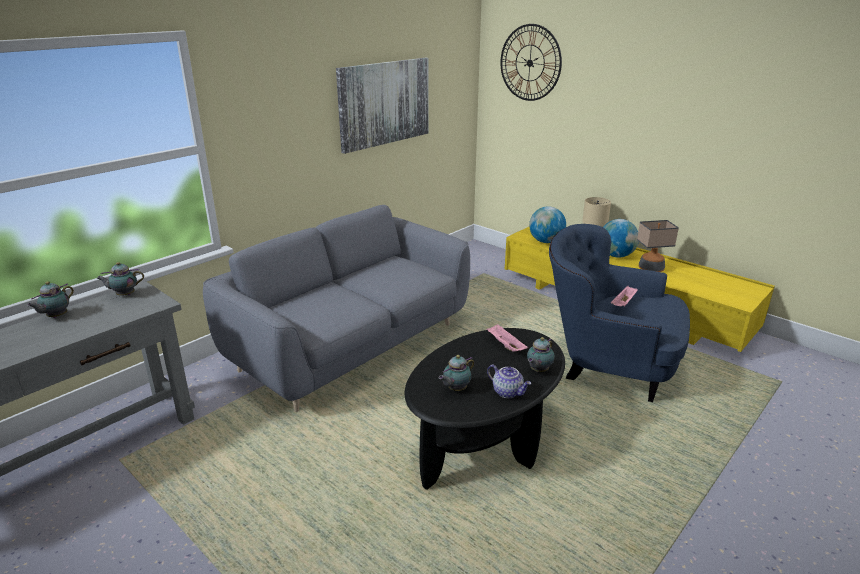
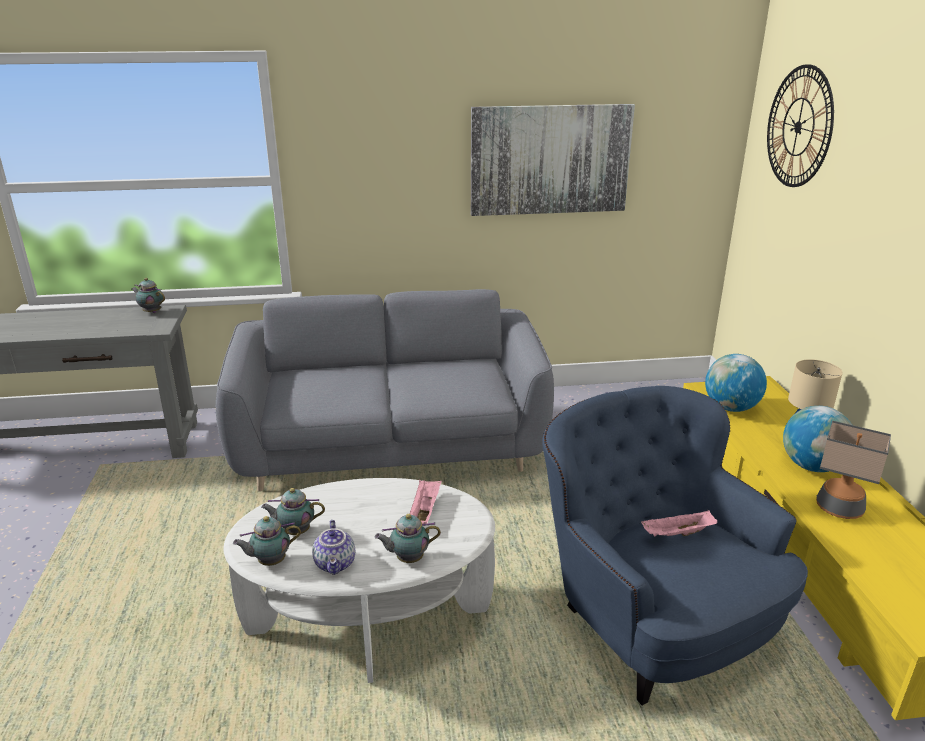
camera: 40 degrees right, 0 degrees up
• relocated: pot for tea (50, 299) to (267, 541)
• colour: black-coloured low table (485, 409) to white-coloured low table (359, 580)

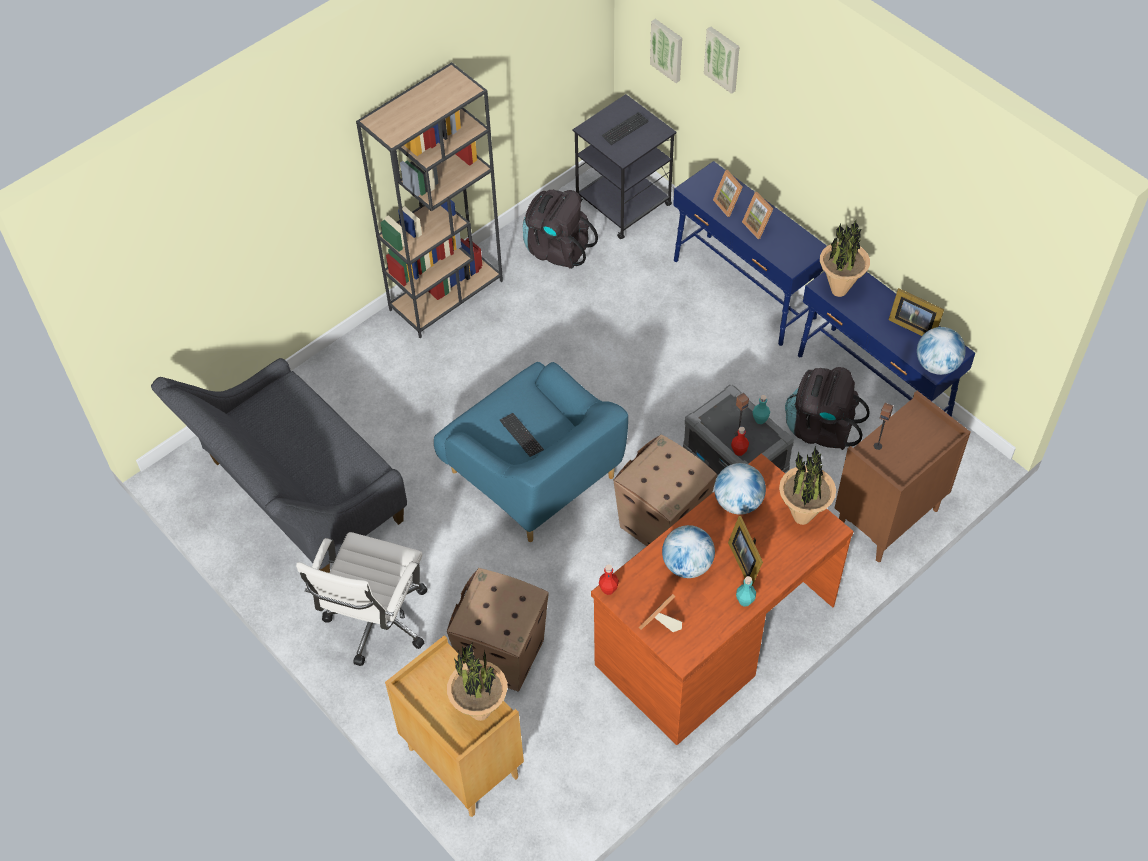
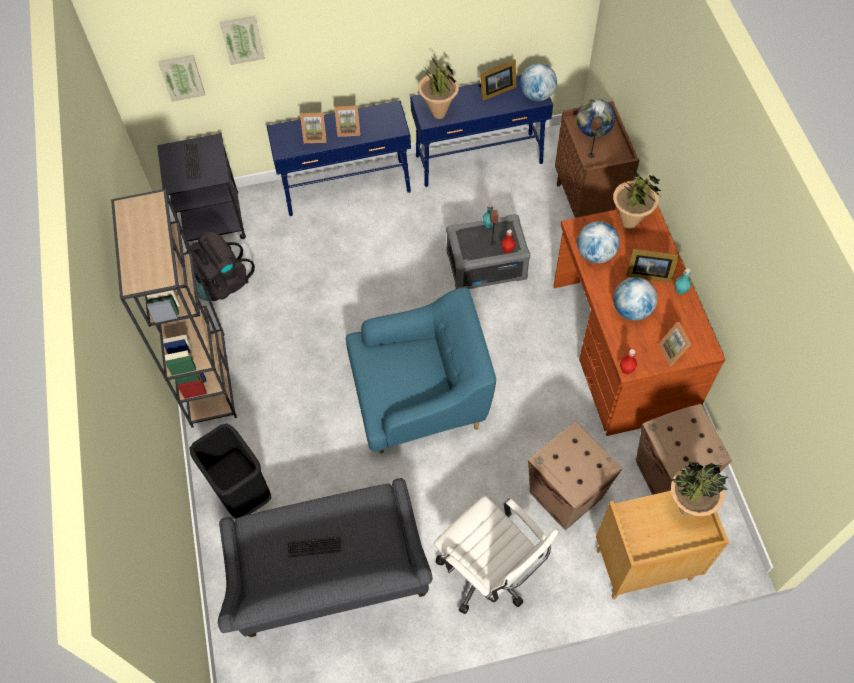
camera: 60 degrees left, 5 degrees up
• missing: black-coloured backpack (827, 408)
• appeared: black-coloured waste bin (230, 471)
• appeared: globe (595, 118)
• relocated: computer keyboard (522, 435) to (314, 546)
• relocated: cardboard box (665, 490) to (683, 449)

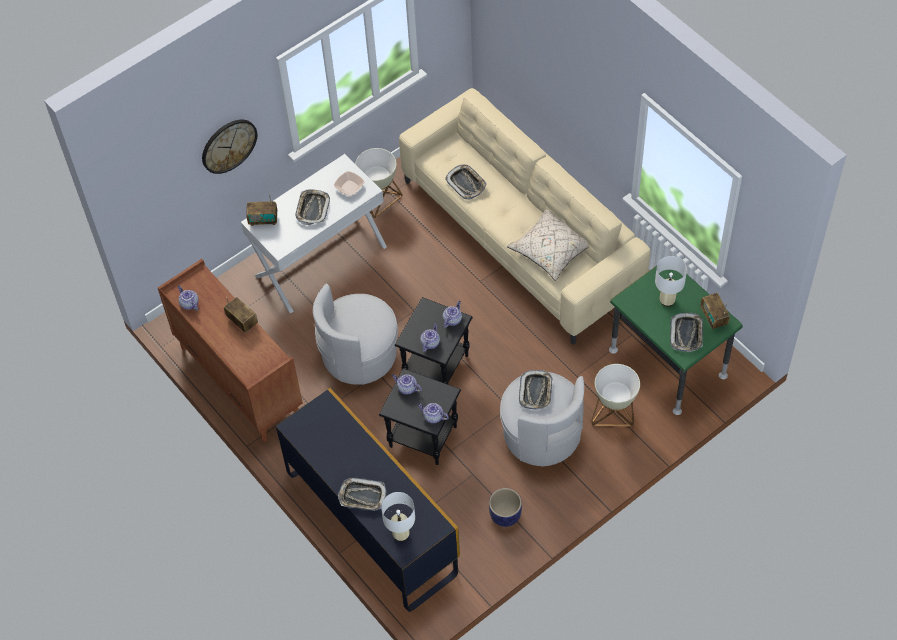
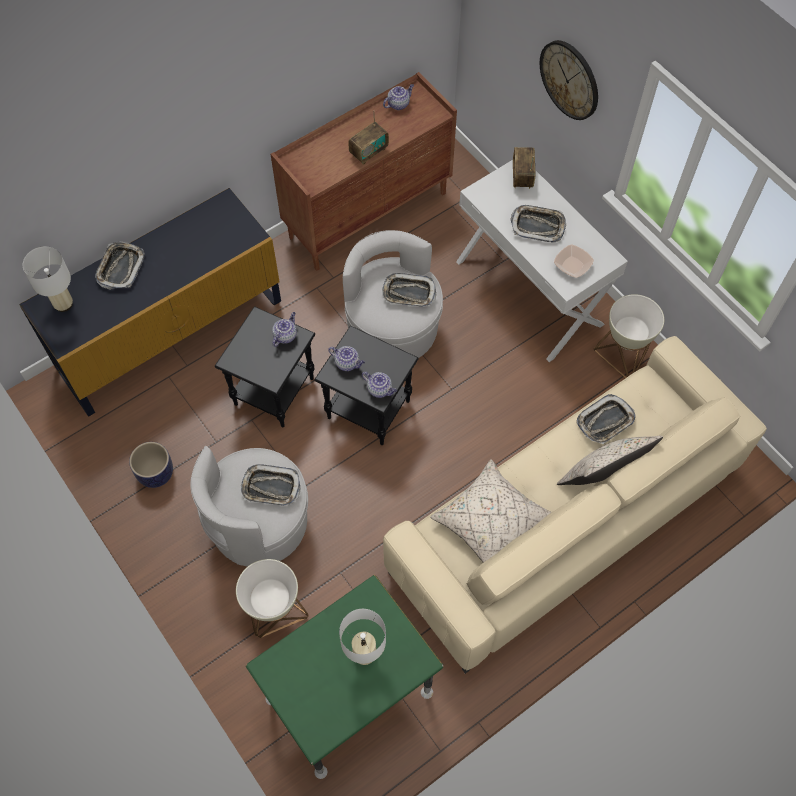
camera: 90 degrees right, 5 degrees up
• missing: pot for tea (433, 413)
• missing: radio receiver (715, 311)
• appeared: beige pillow (610, 460)
• relocated: tray (686, 332) to (409, 290)

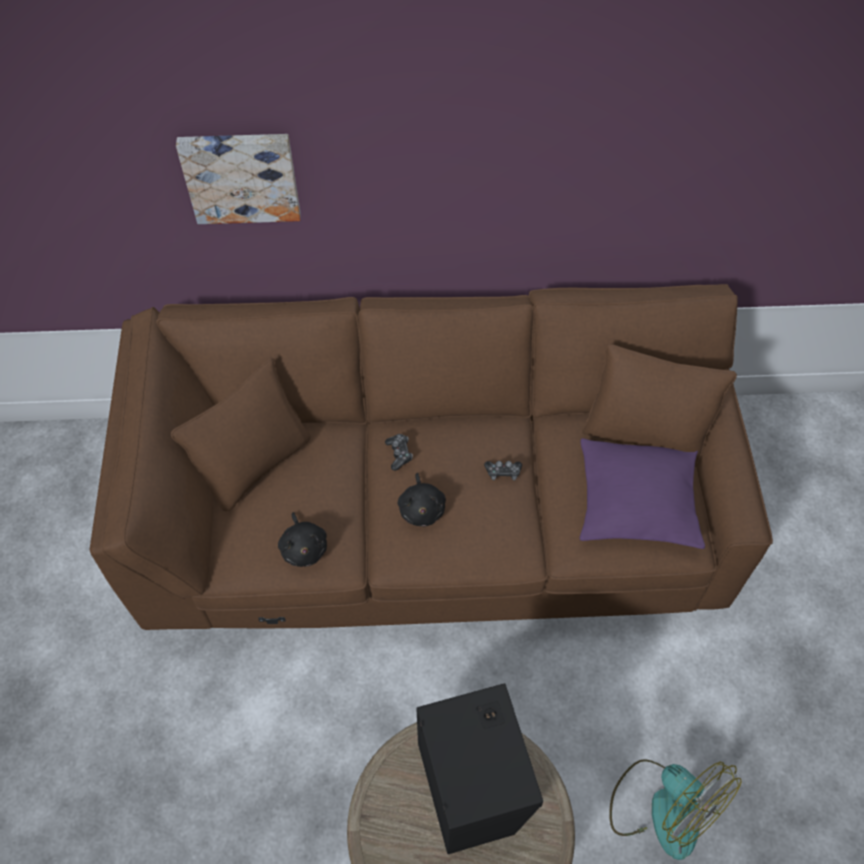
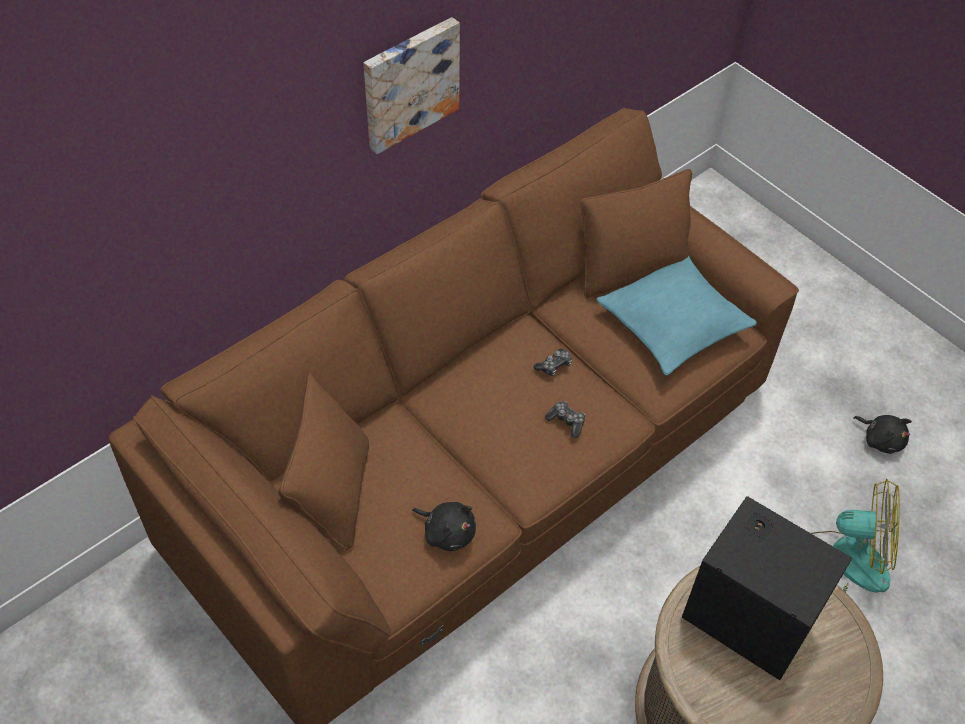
camera: 40 degrees left, 5 degrees down
• relocated: wall art (238, 179) to (412, 85)
• relocated: gamepad (399, 452) to (565, 419)
• relocated: black-coloured cuddly toy (422, 500) to (882, 434)
• colour: purple-coloured pillow (642, 493) to turquoise-coloured pillow (677, 315)

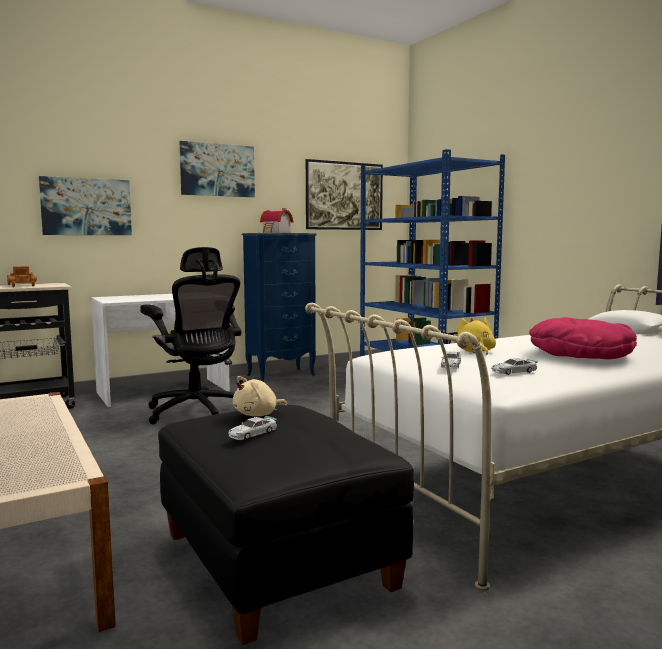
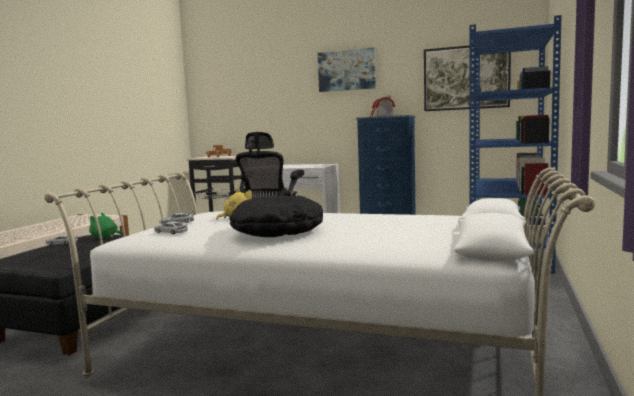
camera: 50 degrees right, 0 degrees up
• missing: wall art (85, 205)
• colour: beige cuddly toy (260, 396) to greenish cuddly toy (107, 225)
• colour: pink pillow (583, 338) to black-coloured pillow (276, 216)

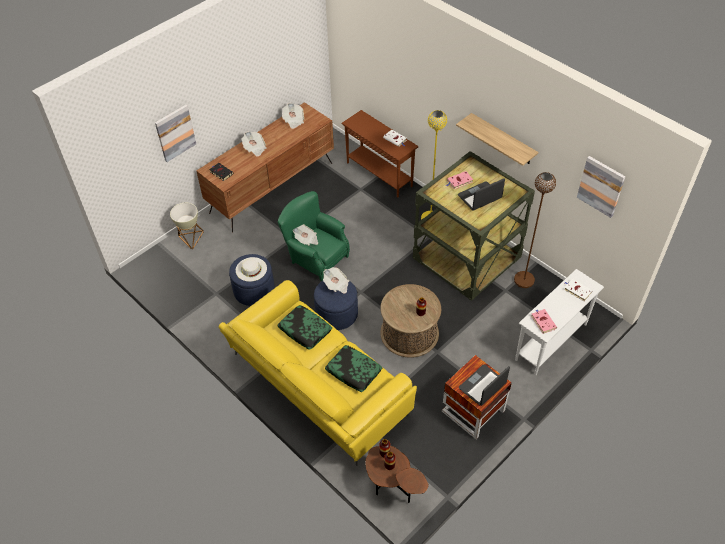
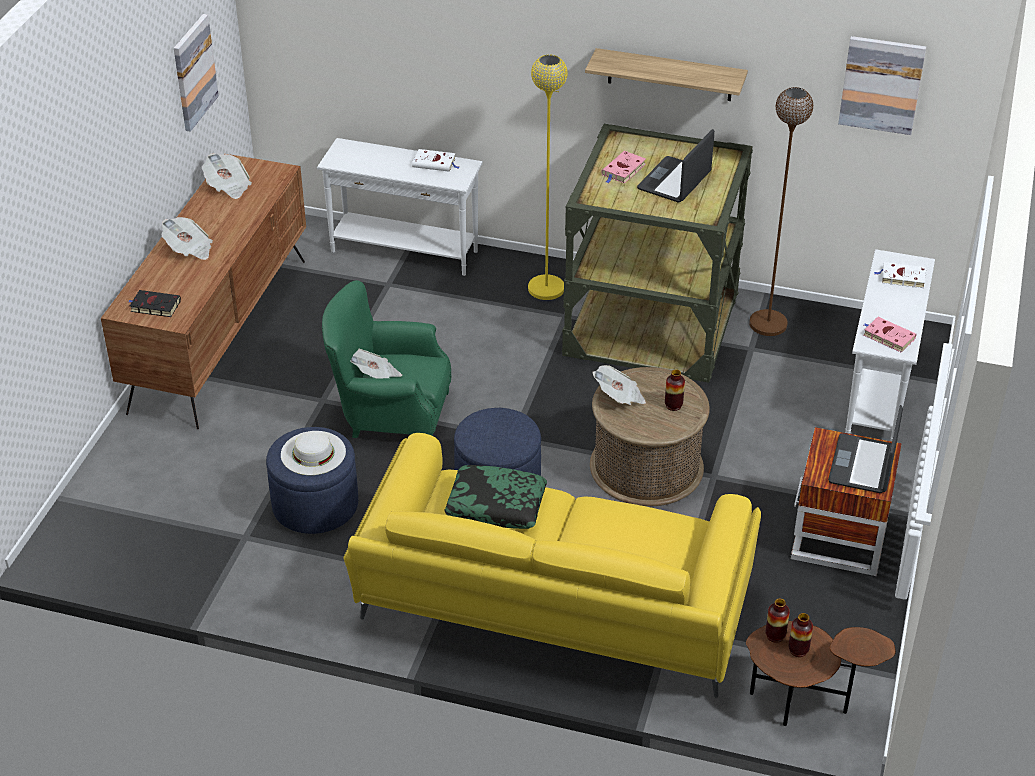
camera: 30 degrees left, 10 degrees down
• missing: flower pot (187, 226)
• missing: pillow (353, 368)
• relocated: wall art (175, 133) to (196, 73)
• relocated: printed paper (336, 280) to (619, 385)
• colour: brownish console table (380, 154) to white-coloured console table (400, 207)

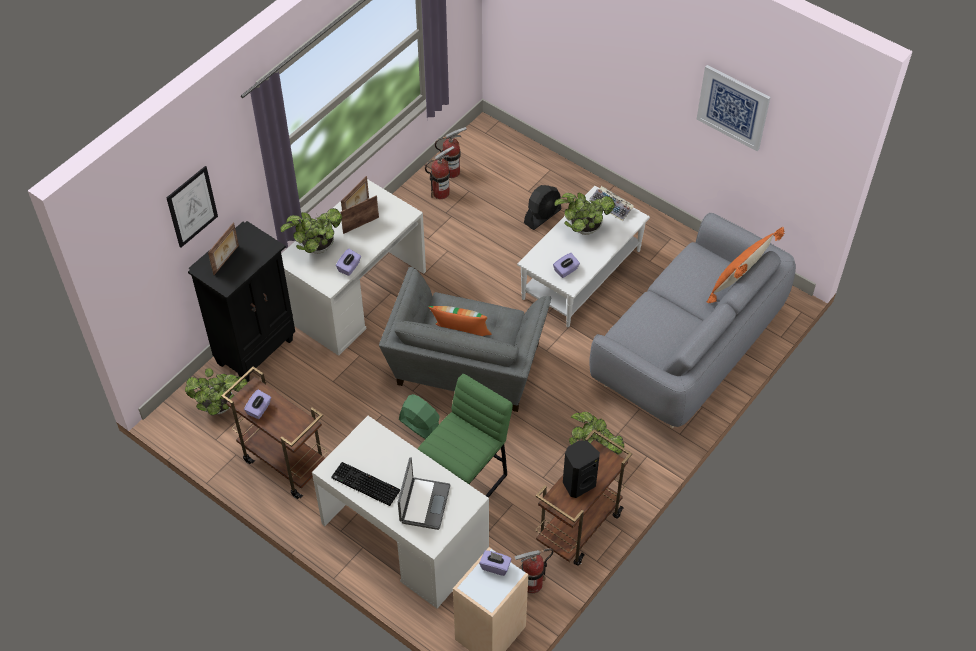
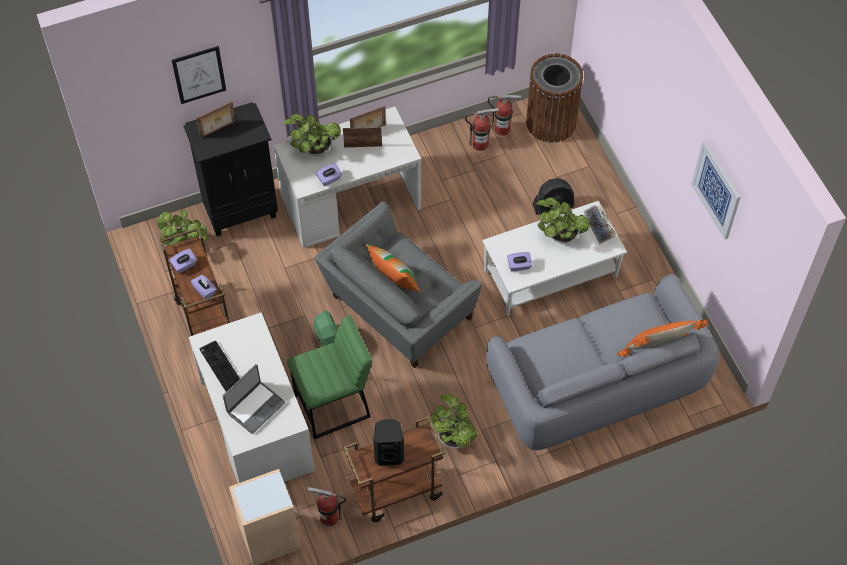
camera: 30 degrees right, 5 degrees up
• appeared: brownish waste bin (554, 98)
• relocated: purple-coloured tissue holder (495, 563) to (204, 287)

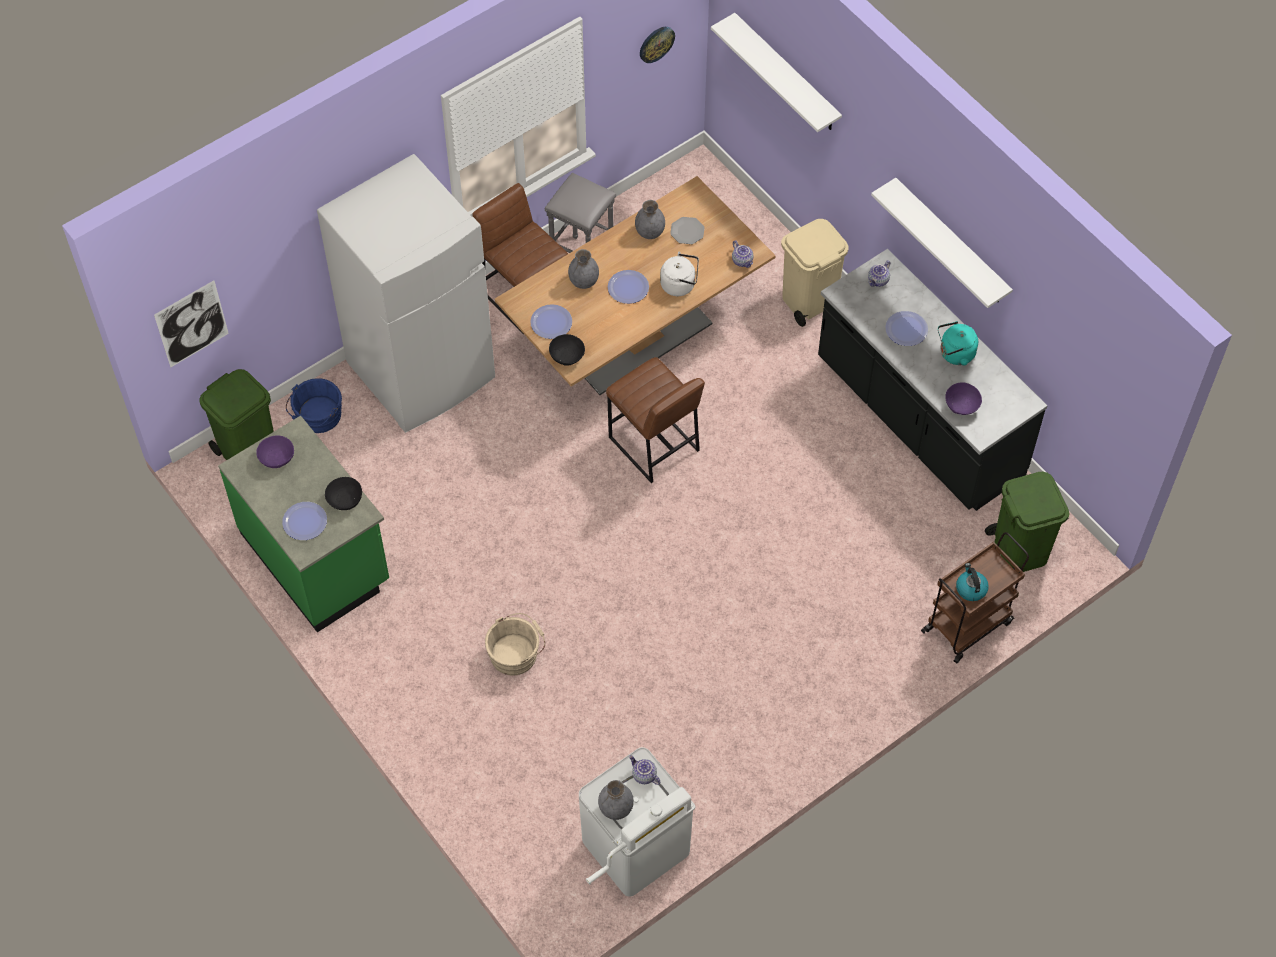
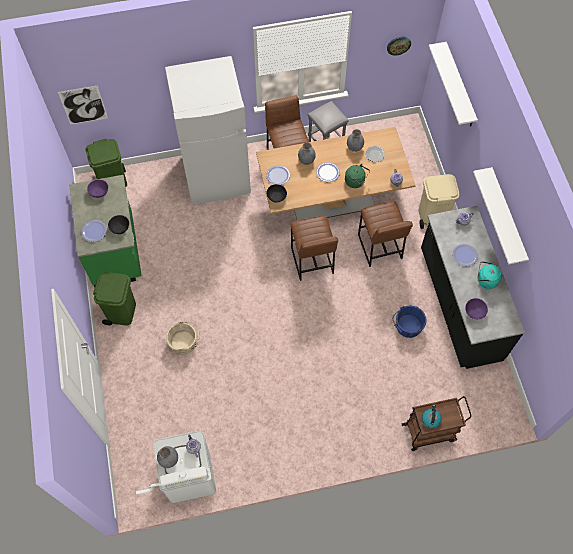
camera: 25 degrees right, 5 degrees up
• appeared: brownish upright chair (385, 234)
• relocated: blue water bucket (314, 405) to (410, 322)
• relocated: greenish waste bin (1027, 522) to (114, 298)
• colour: white-coloured kettle (679, 274) to greenish kettle (357, 176)

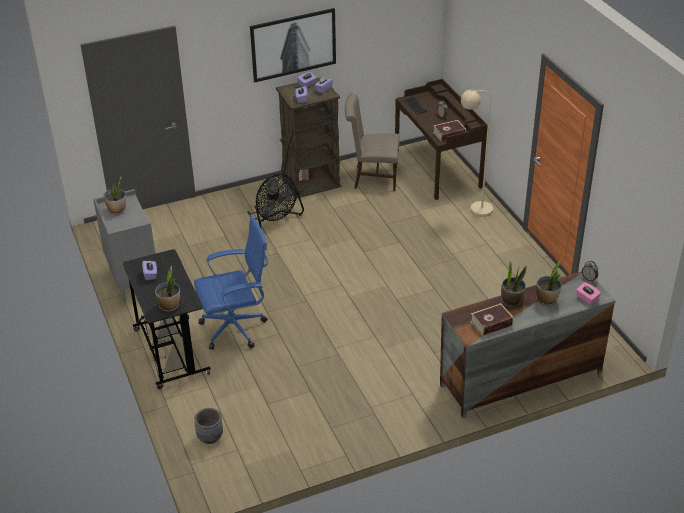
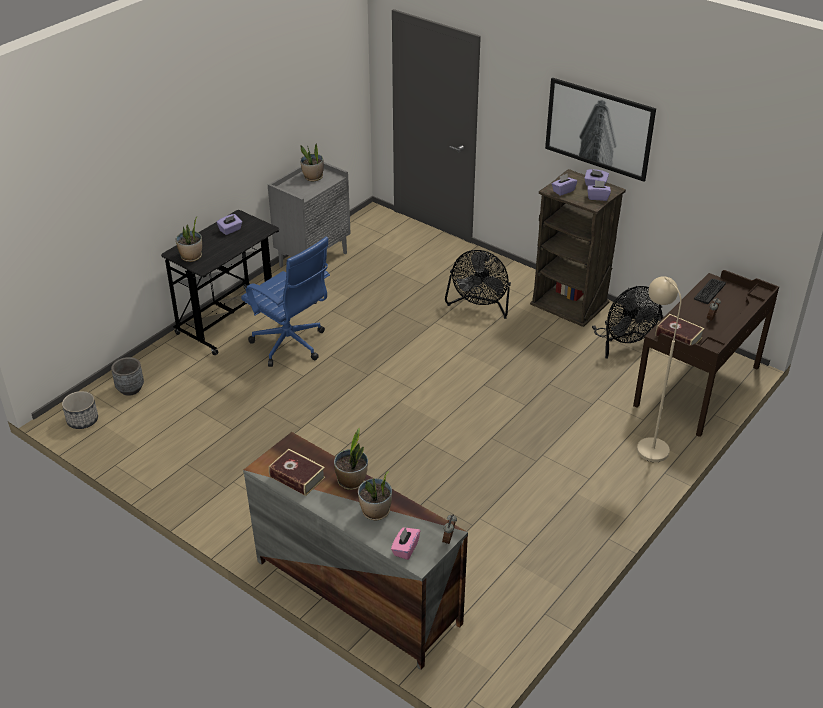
camera: 60 degrees right, 0 degrees up
• appeared: flower pot (80, 410)
• exchanged: beige upright chair (372, 142) to black-coloured cooling fan (627, 322)

